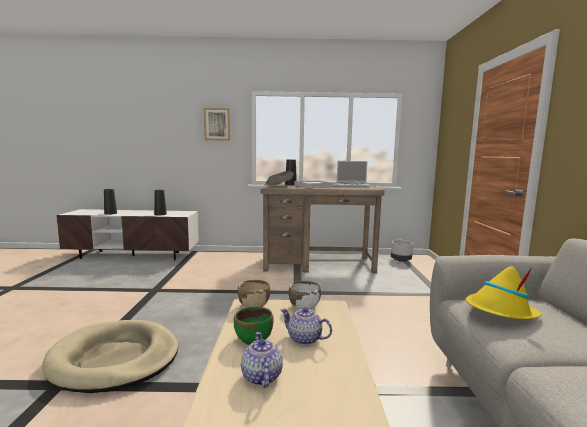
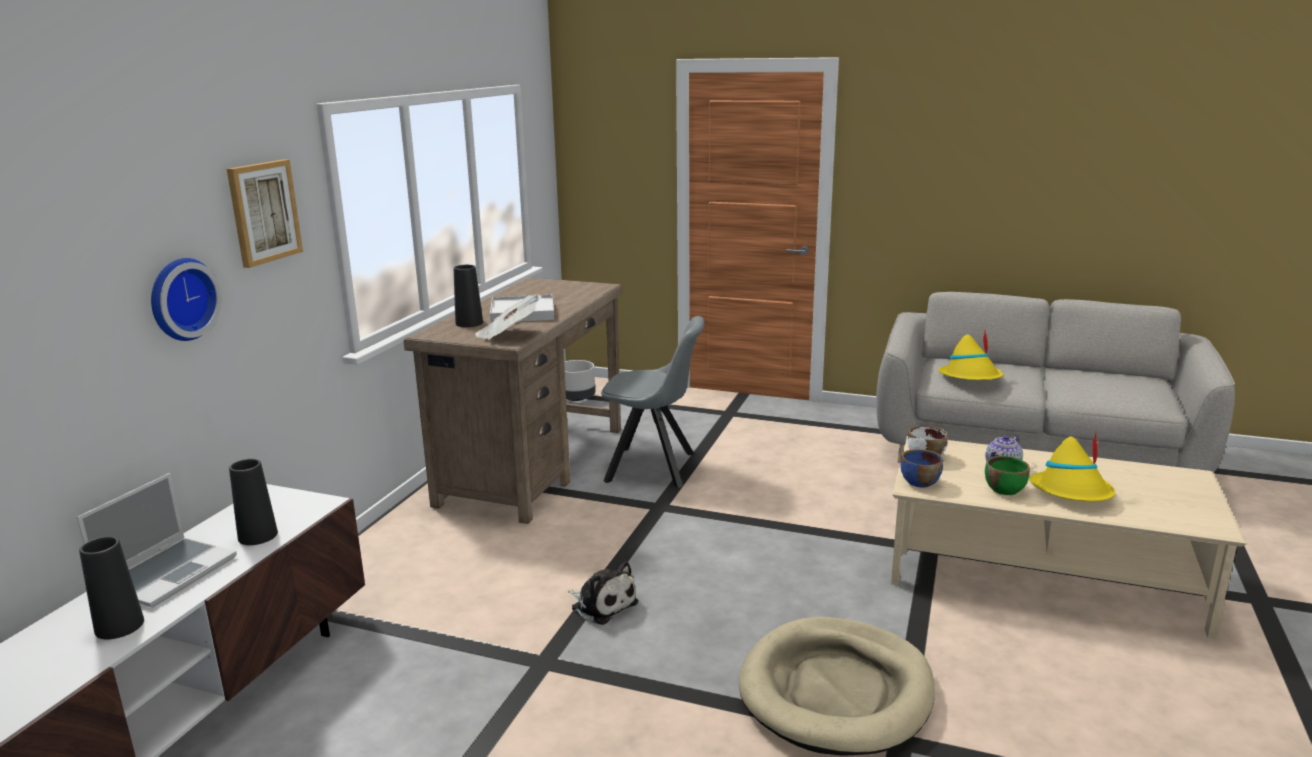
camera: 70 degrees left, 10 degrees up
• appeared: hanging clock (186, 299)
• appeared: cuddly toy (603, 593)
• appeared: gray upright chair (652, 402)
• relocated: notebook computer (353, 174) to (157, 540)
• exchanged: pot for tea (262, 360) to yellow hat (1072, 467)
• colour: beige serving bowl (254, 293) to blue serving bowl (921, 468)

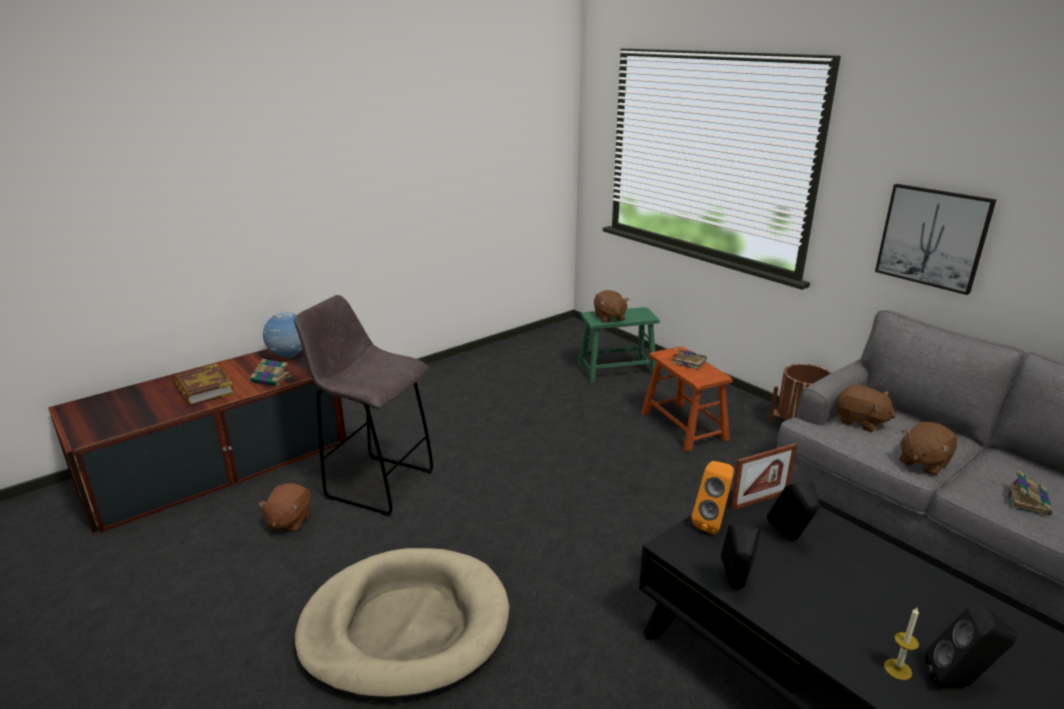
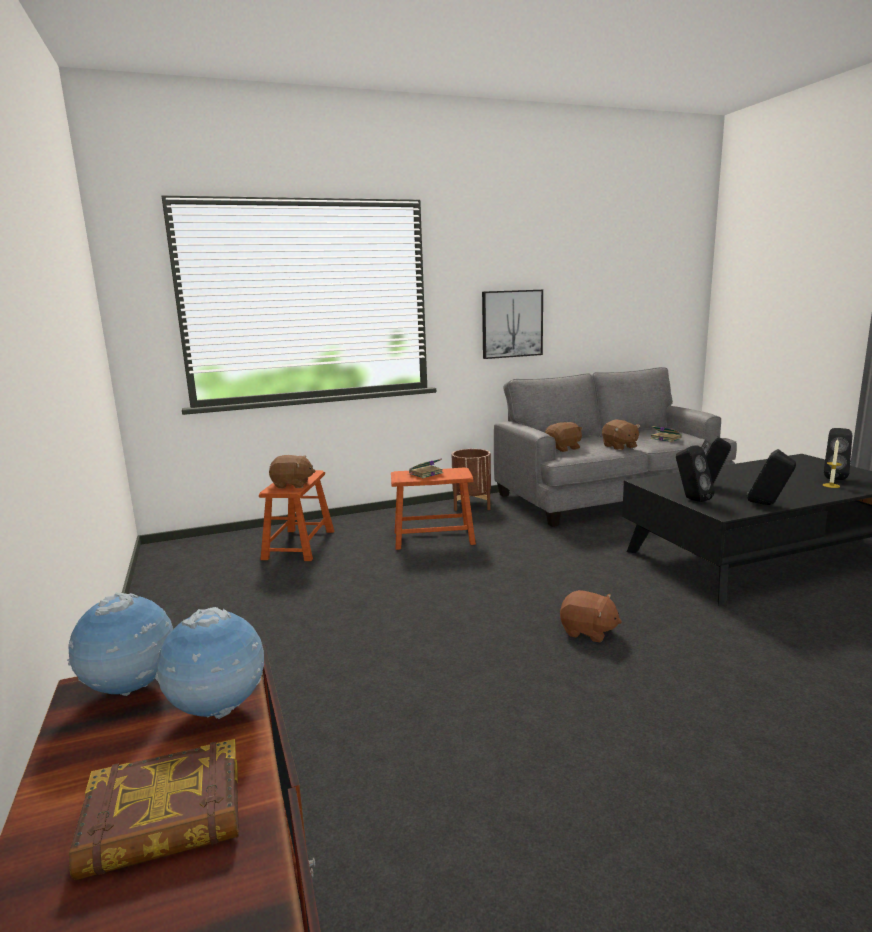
camera: 70 degrees left, 10 degrees down
• missing: gray stool seat (363, 406)
• missing: beige dog cushion (402, 624)
• missing: photo frame (763, 477)
• relocated: brownish cuddly toy (284, 507) to (591, 616)
• exchanged: bound book (271, 372) to globe (209, 663)
• colour: greenish stool seat (619, 345) to brownish stool seat (296, 515)
• colour: orange speaker (712, 498) to black-coloured speaker (695, 473)

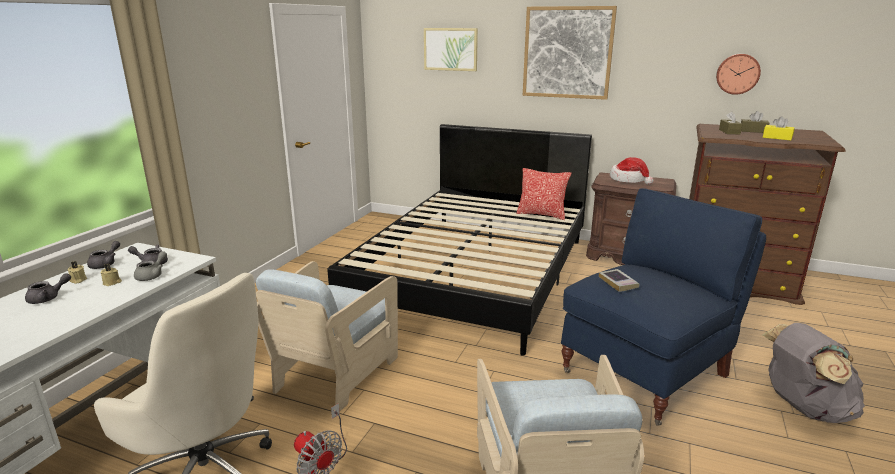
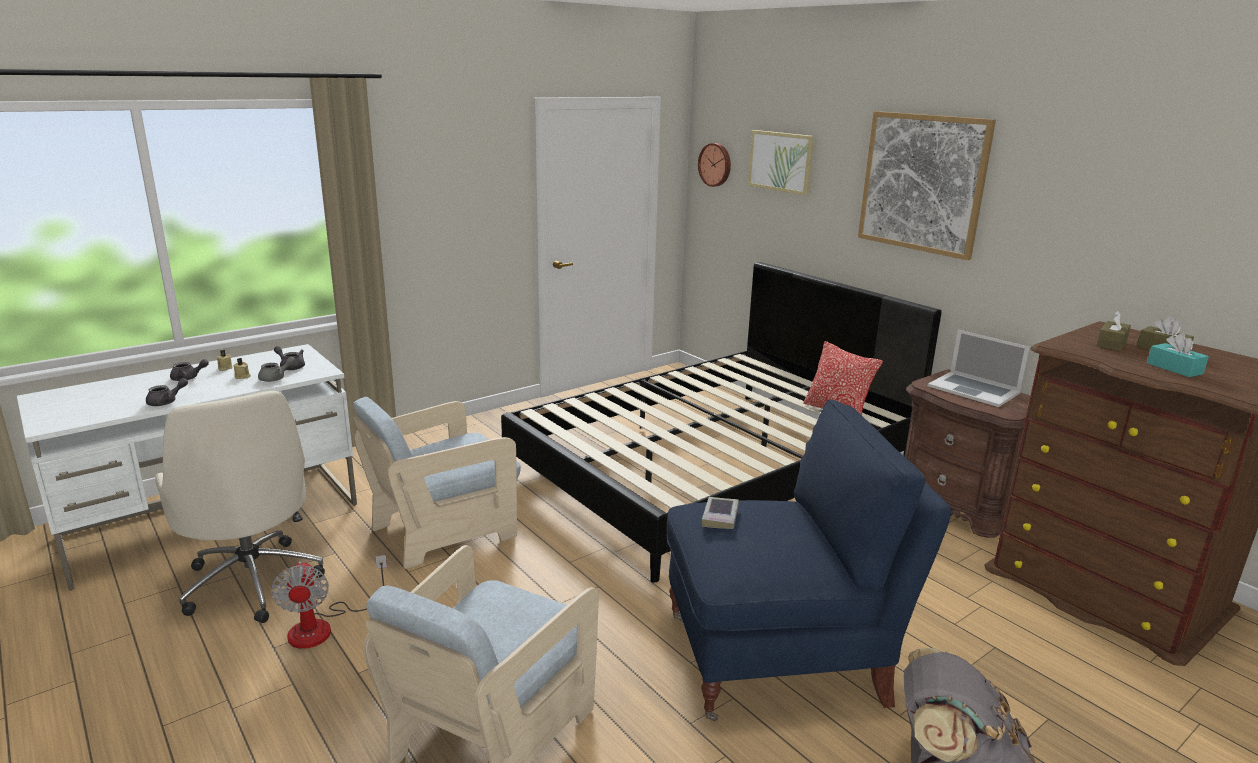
camera: 30 degrees right, 0 degrees up
• relocated: gray pot for tea (103, 255) to (167, 392)
• relocated: hanging clock (738, 74) to (714, 165)
• exchanged: hat (632, 171) to notebook computer (979, 368)
• colour: yellow tissue holder (779, 128) to turquoise-coloured tissue holder (1178, 355)

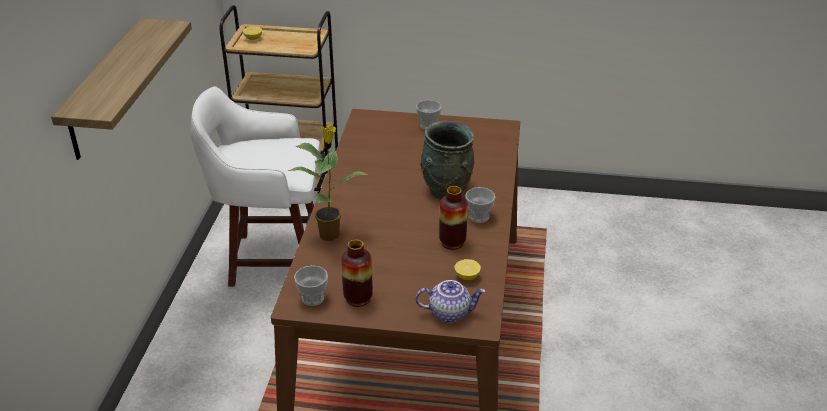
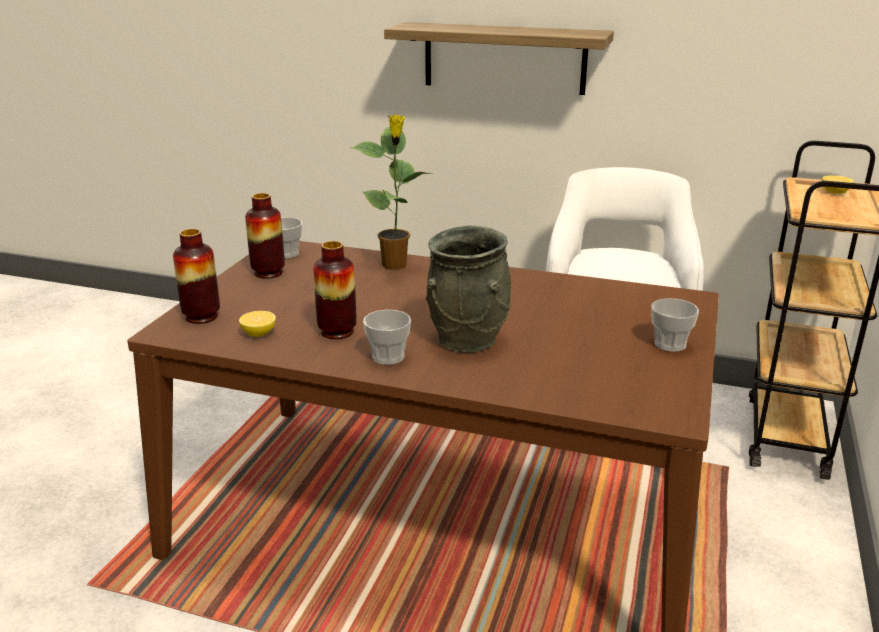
camera: 100 degrees right, 10 degrees down
• exchanged: pot for tea (450, 301) to vase (196, 276)

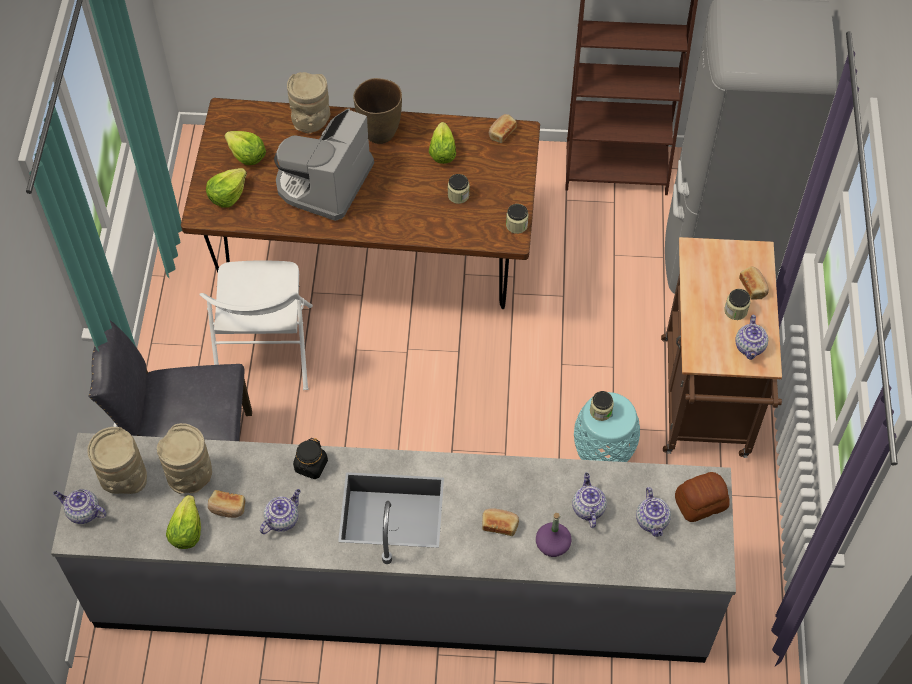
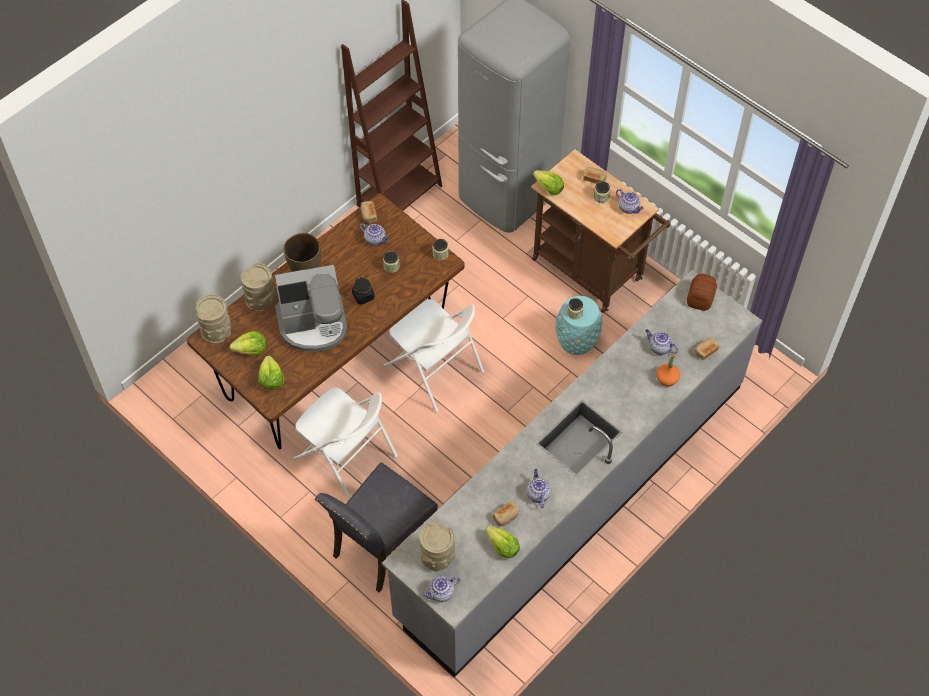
camera: 50 degrees left, 0 degrees up
• appeared: white-coloured upright chair (434, 356)
• relocated: beige vase (184, 458) to (213, 319)
• relocated: black-coloured preserve jar (310, 458) to (363, 291)
• relocated: lettuce head (442, 143) to (548, 182)
• relocated: baked bread (500, 522) to (707, 349)
• relocated: pot for tea (653, 512) to (374, 234)
• colour: purple-coloured drink bottle (554, 535) to orange drink bottle (668, 370)
• spun: coffee maker (324, 164) = (311, 308) 75 degrees counterclockwise

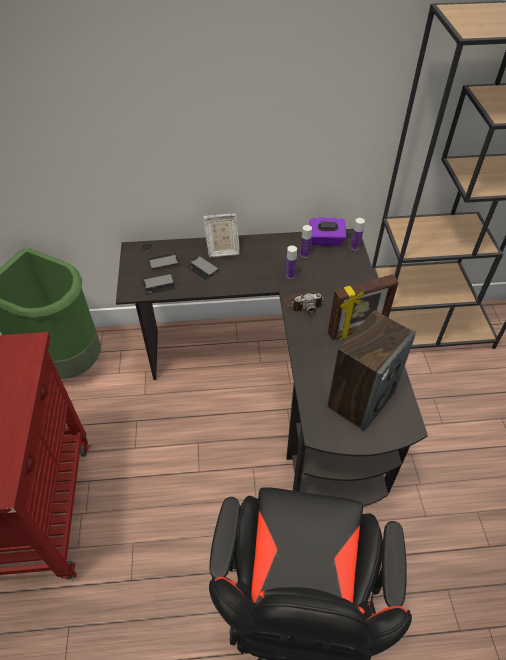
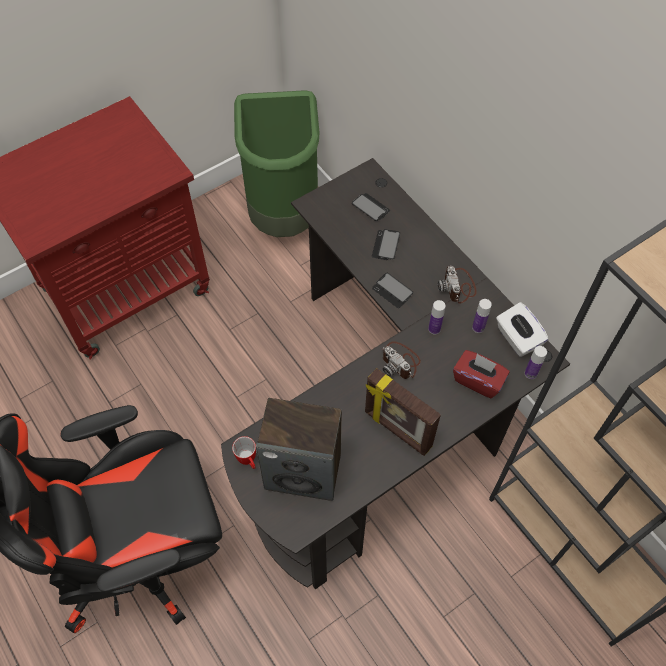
camera: 60 degrees right, 10 degrees up
• missing: photo frame (221, 235)
• appeared: mug (244, 452)
• appeared: still camera (457, 285)
• appeared: red tissue holder (481, 374)
• relocated: phone (159, 284) to (392, 290)
• colour: purple-coloured tissue holder (327, 231) to white-coloured tissue holder (522, 329)

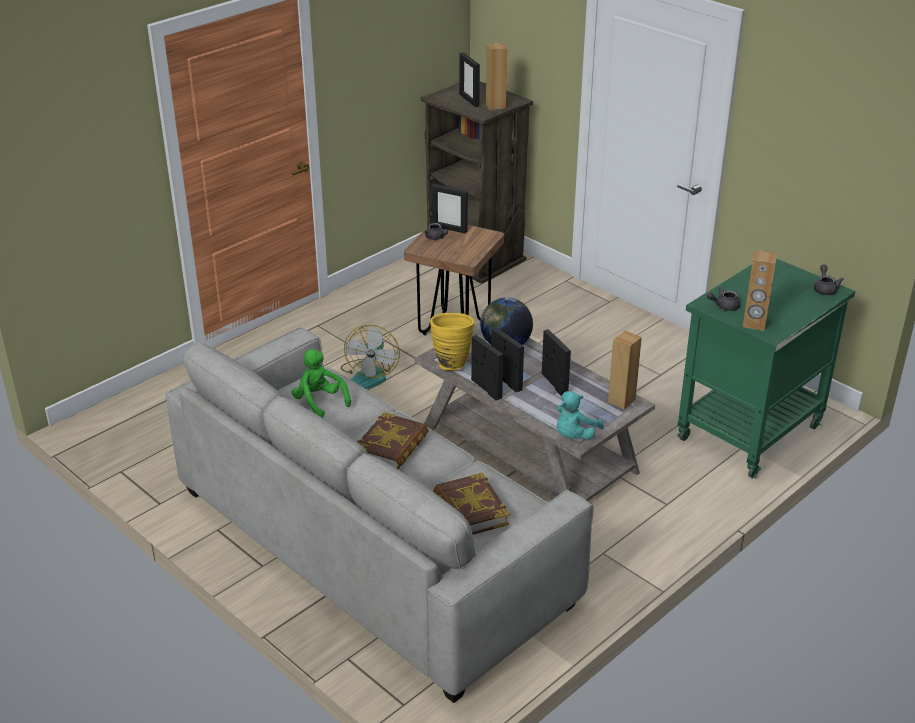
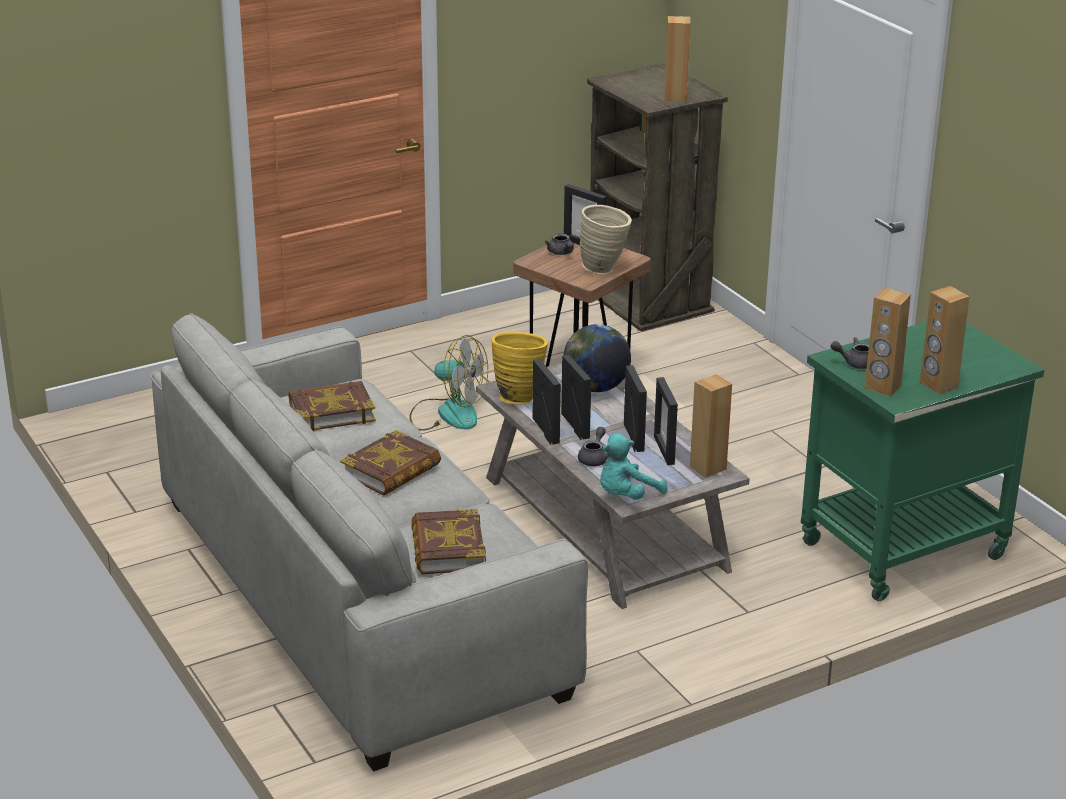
camera: 15 degrees right, 5 degrees down
• appeared: beige vase (606, 239)
• appeared: brownish speaker (944, 340)
• relocated: photo frame (469, 79) to (666, 421)
• relocated: gray pot for tea (829, 280) to (594, 446)
• exchanged: greenish cuddly toy (321, 383) to bound book (332, 406)
• spun: cooling fan (370, 357) = (448, 383) 90 degrees counterclockwise

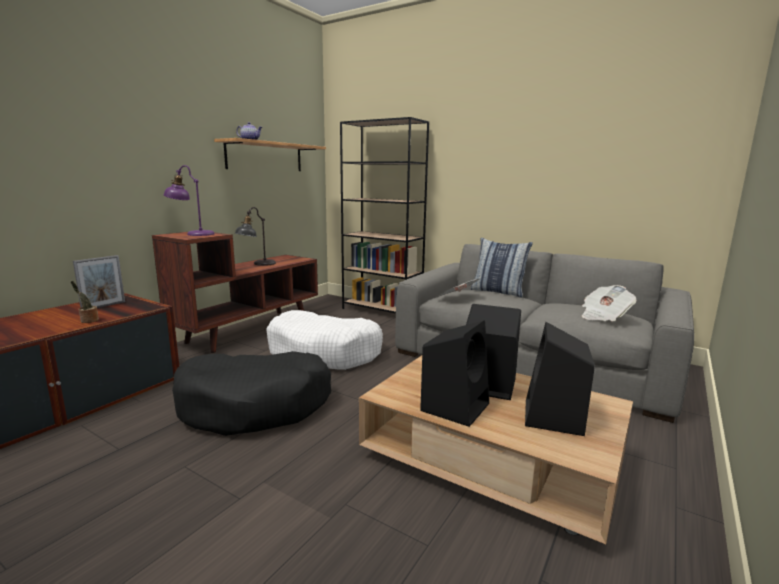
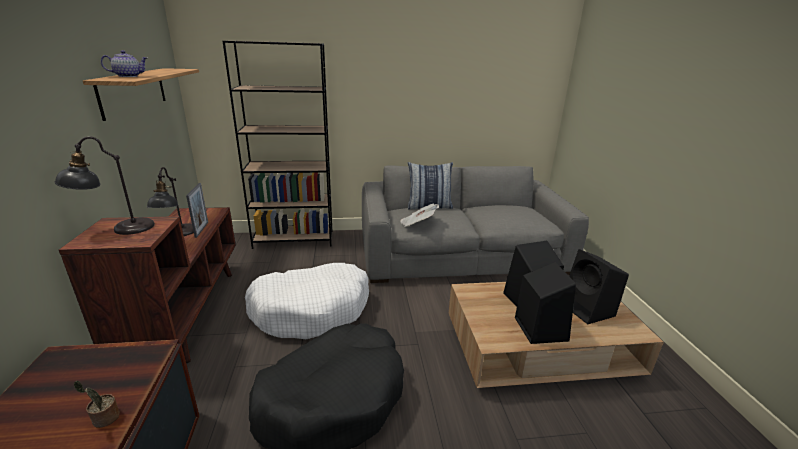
camera: 40 degrees left, 10 degrees up
• missing: printed paper (609, 303)
• relocated: photo frame (99, 281) to (197, 210)
• colour: purple-coloured tabletop lamp (189, 200) to gray tabletop lamp (105, 186)

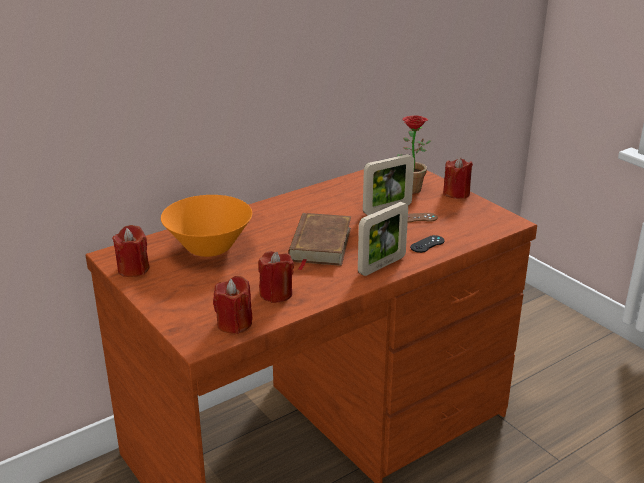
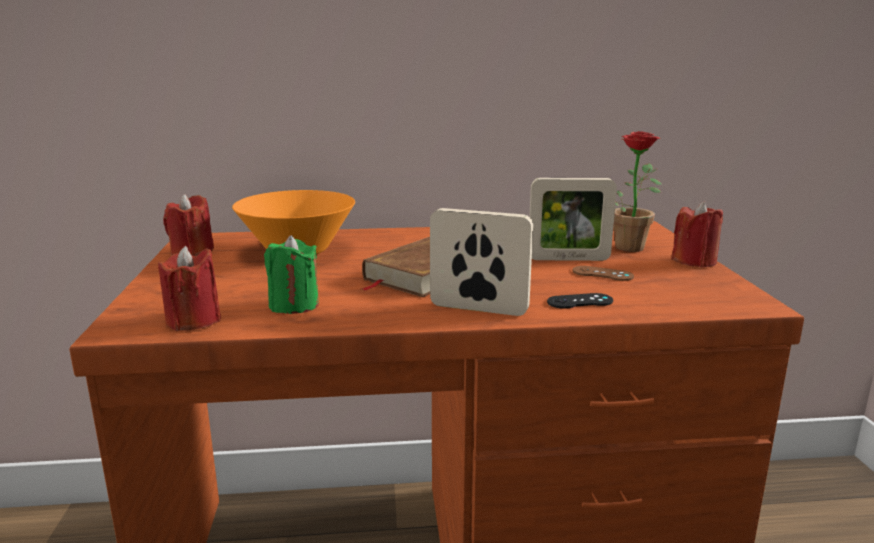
camera: 30 degrees right, 10 degrees down
• colour: red wax light (276, 277) to greenish wax light (291, 274)
• spun: photo frame (383, 239) = (481, 262) 150 degrees counterclockwise

